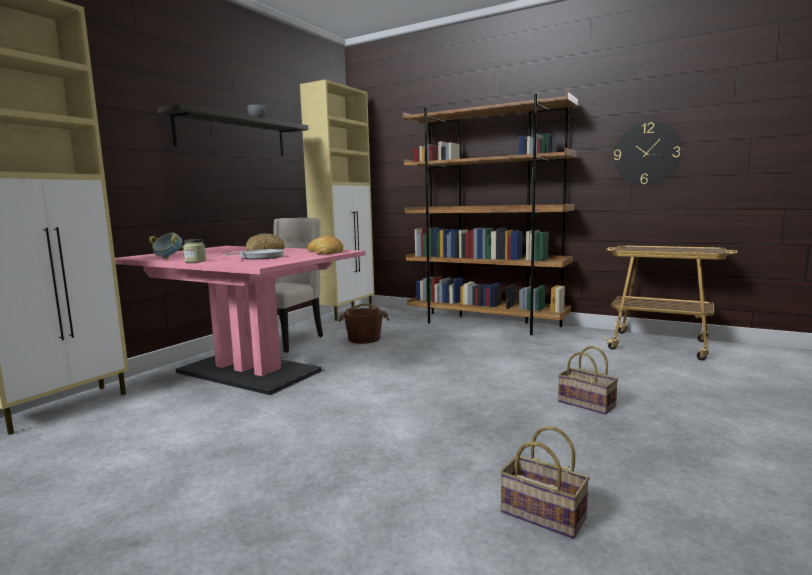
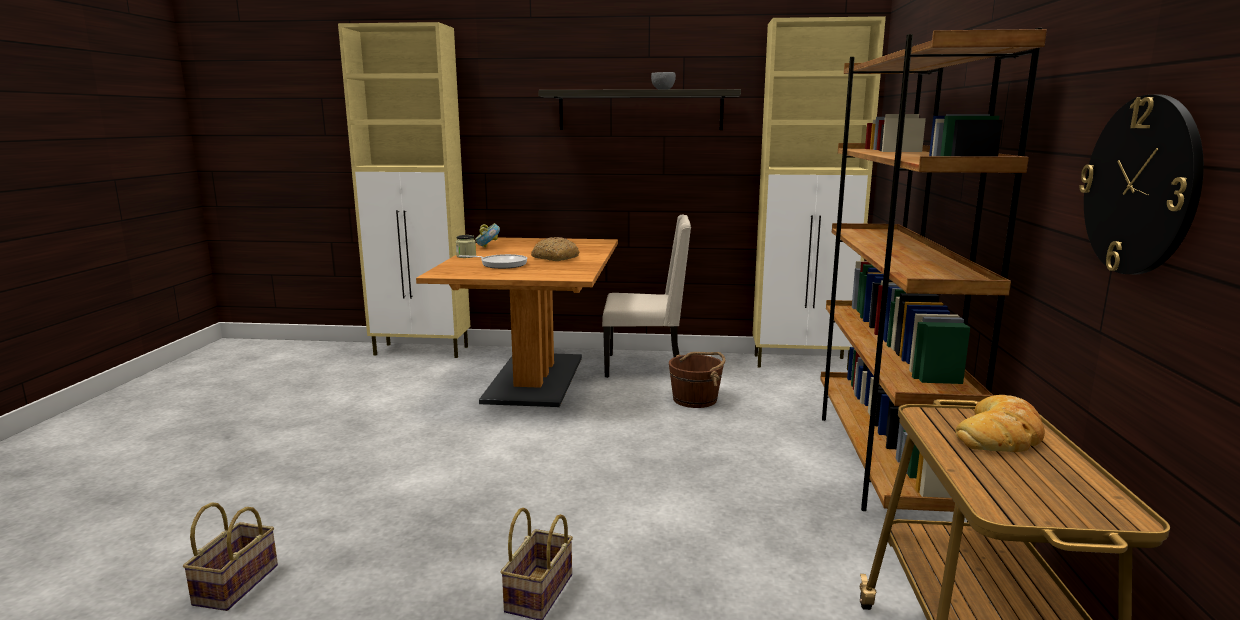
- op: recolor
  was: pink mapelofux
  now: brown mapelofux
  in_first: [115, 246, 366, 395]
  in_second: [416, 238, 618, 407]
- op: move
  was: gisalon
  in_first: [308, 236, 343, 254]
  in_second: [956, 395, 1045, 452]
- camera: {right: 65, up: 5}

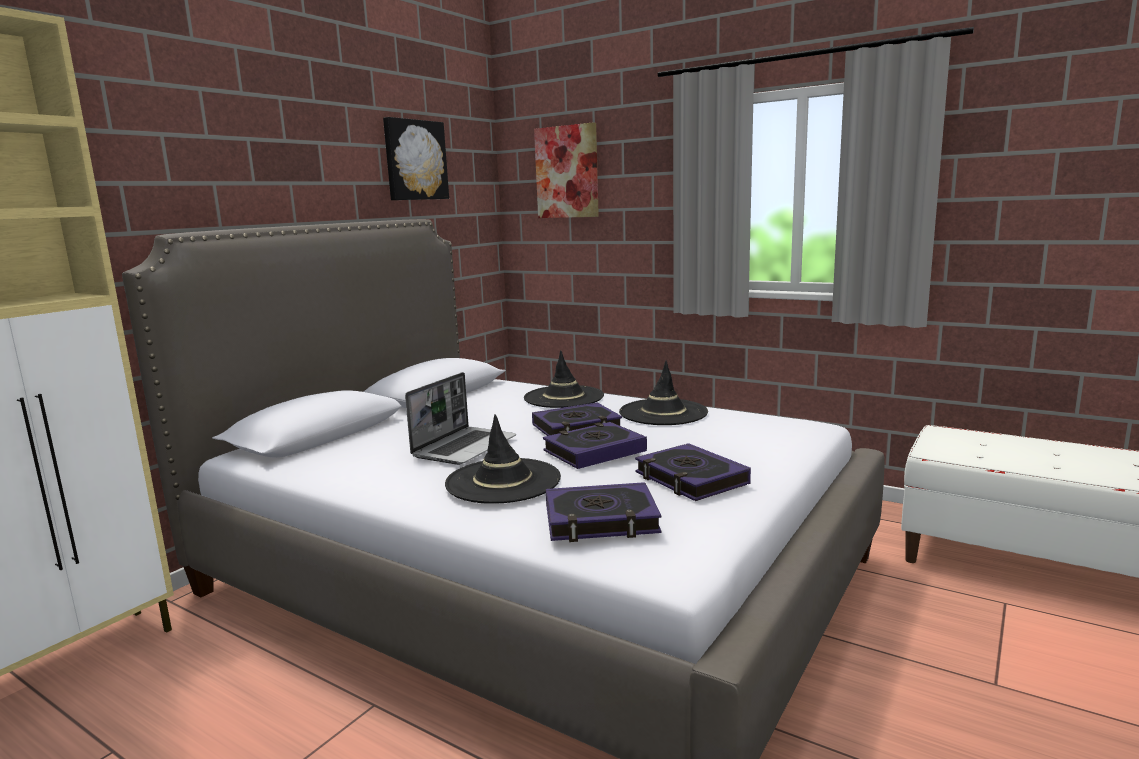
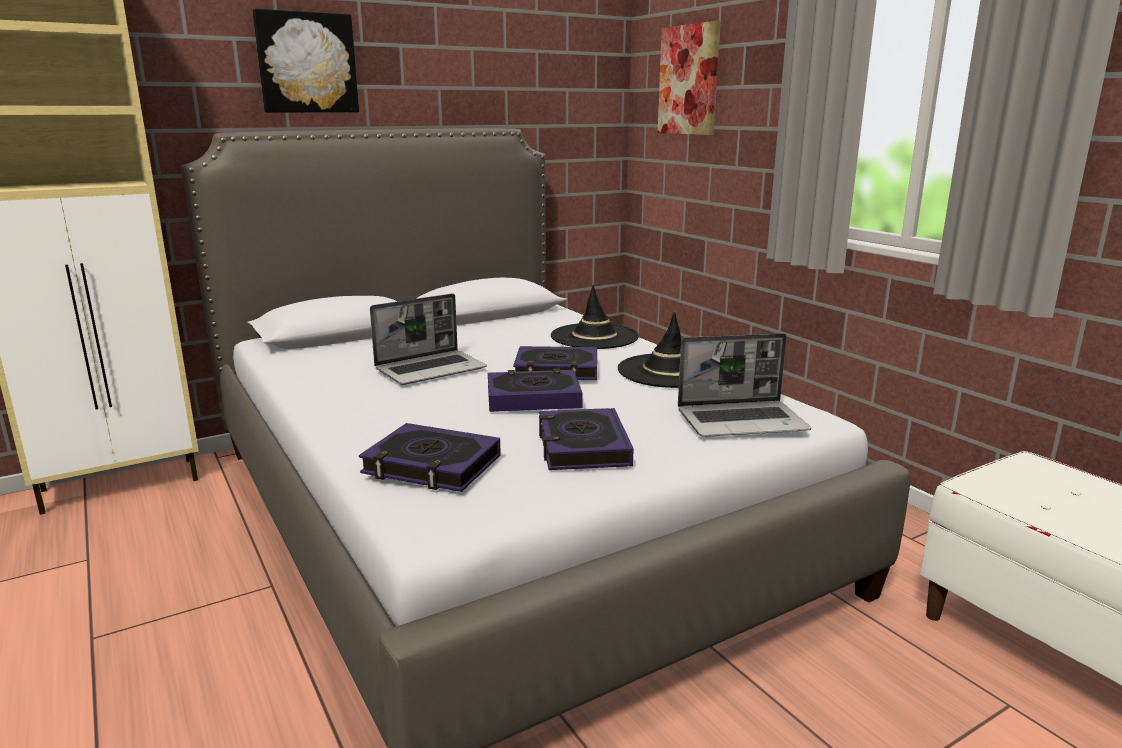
- op: move
  was: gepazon
  in_first: [383, 117, 449, 200]
  in_second: [253, 9, 359, 112]
- op: insert
  now: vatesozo
  in_second: [678, 333, 811, 437]
- op: delete
  was: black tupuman
  in_first: [445, 414, 561, 504]
- camera: {right: 25, up: 5}

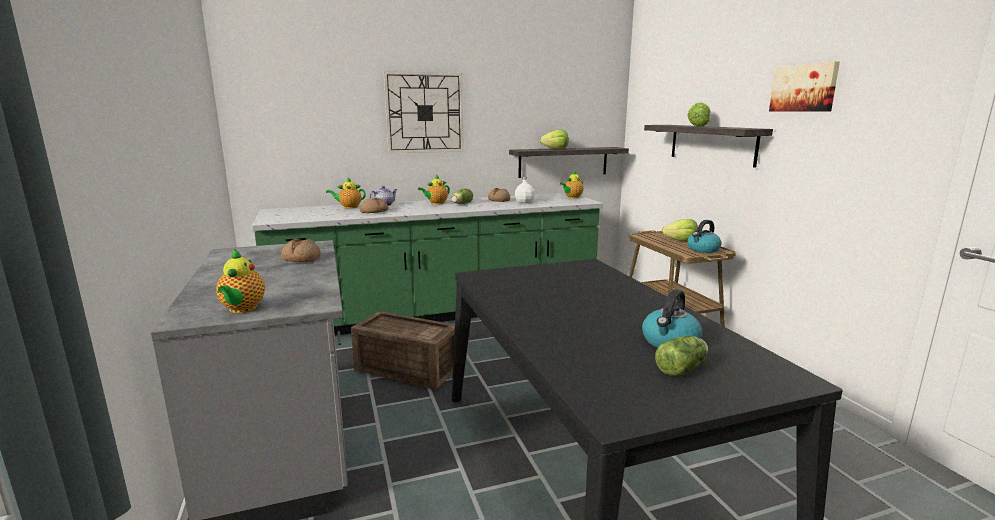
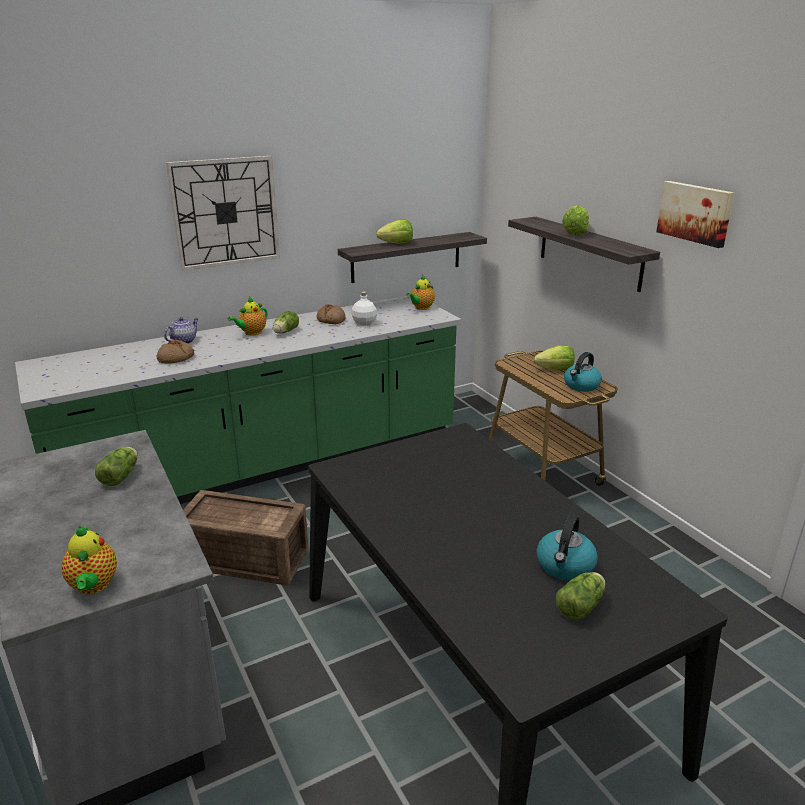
- op: replace
  was: gisalon
  now: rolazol
  in_first: [281, 239, 321, 262]
  in_second: [95, 447, 138, 486]
- op: delete
  was: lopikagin
  in_first: [326, 177, 366, 209]
- camera: {right: -10, up: 10}

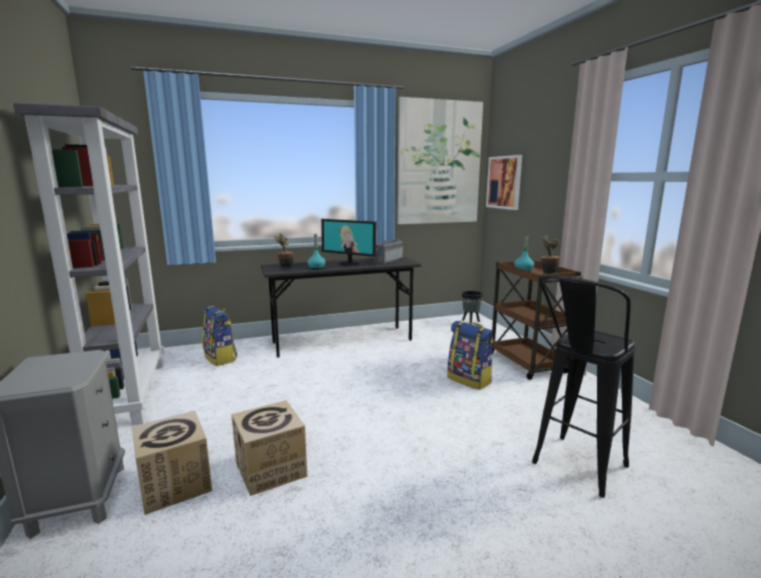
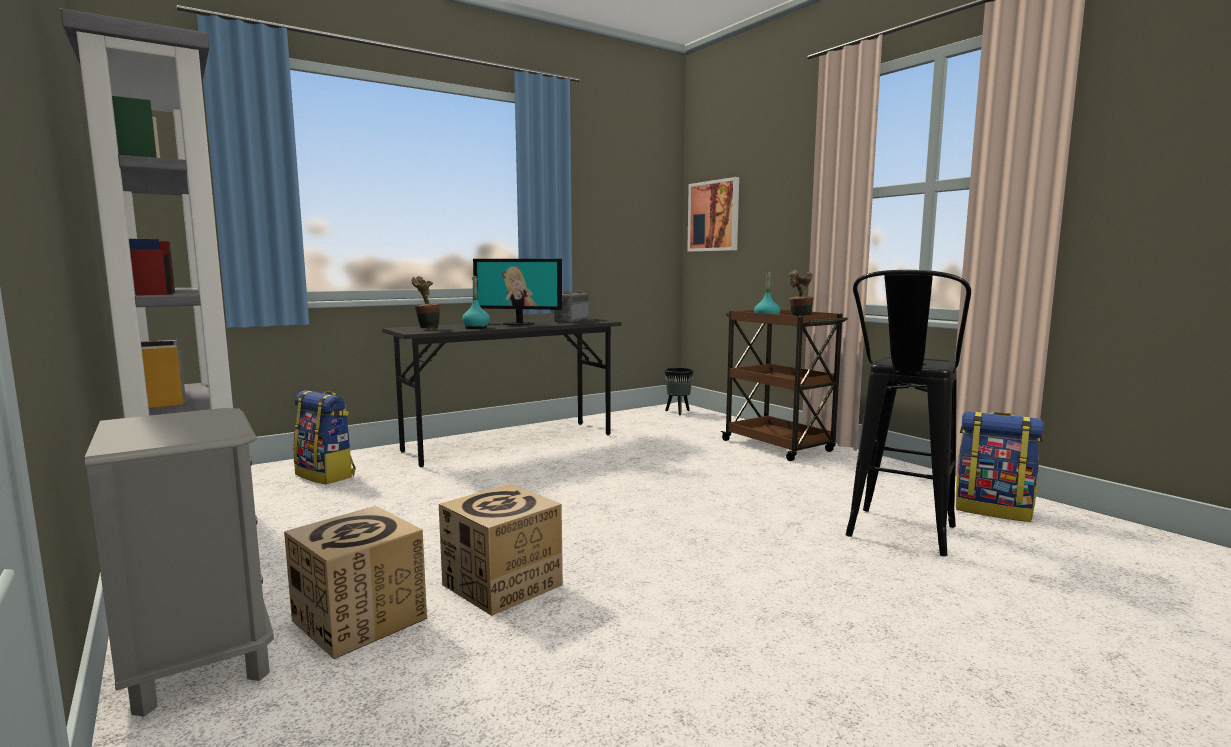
- op: move
  was: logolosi
  in_first: [447, 321, 494, 390]
  in_second: [956, 411, 1044, 522]
- op: delete
  was: gepazon
  in_first: [397, 97, 483, 224]
- camera: {right: -15, up: -5}

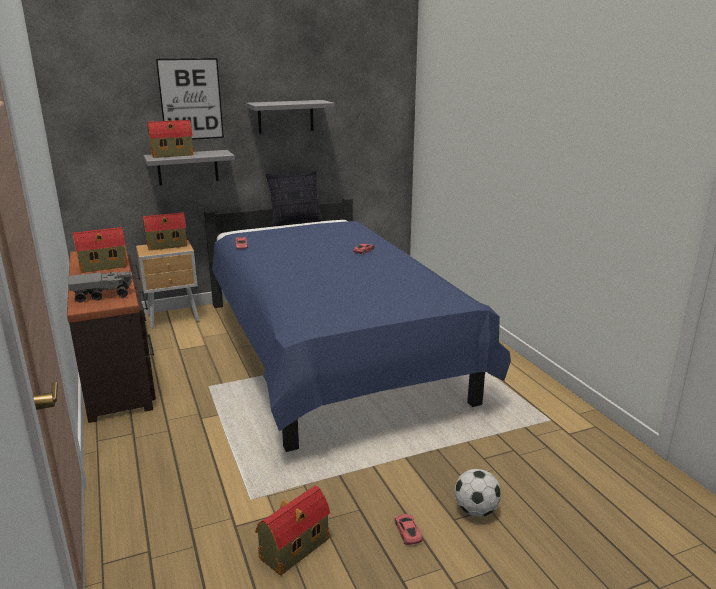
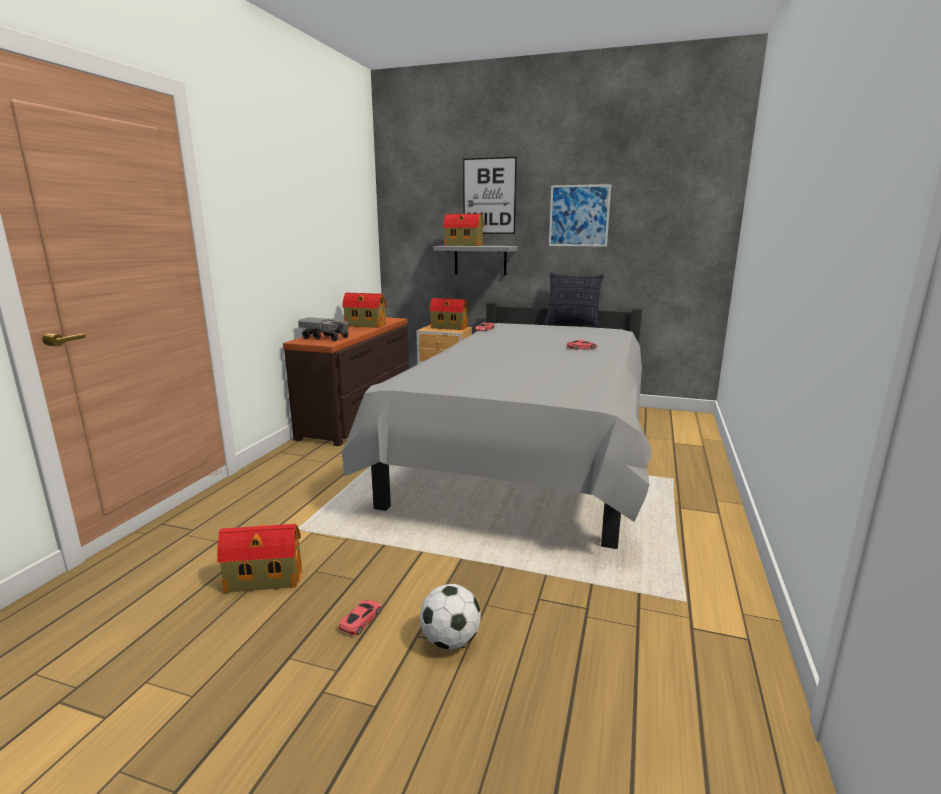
- op: recolor
  was: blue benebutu
  now: grey benebutu
  in_first: [204, 197, 511, 452]
  in_second: [342, 302, 652, 549]
- op: replace
  was: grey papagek
  now: gepazon
  in_first: [246, 100, 335, 134]
  in_second: [549, 184, 611, 247]
- camera: {right: 40, up: -5}

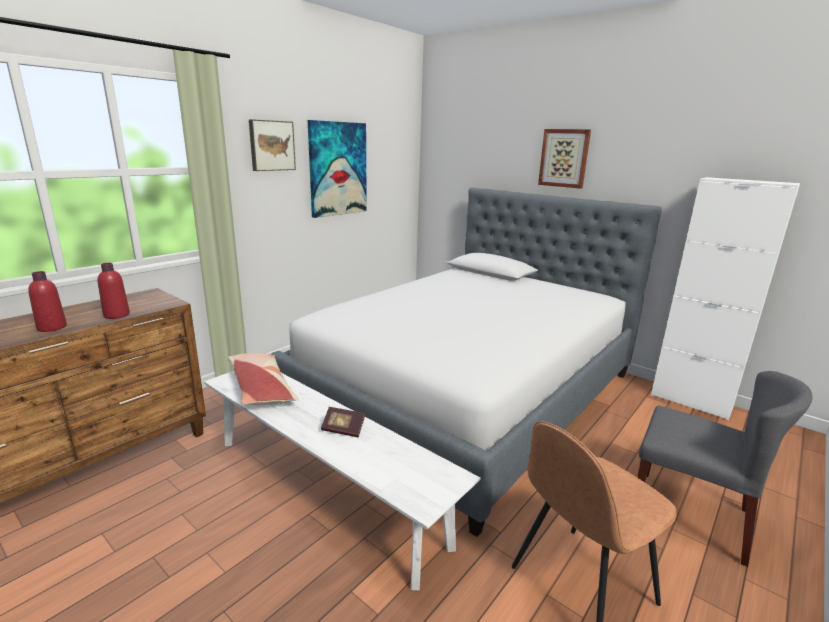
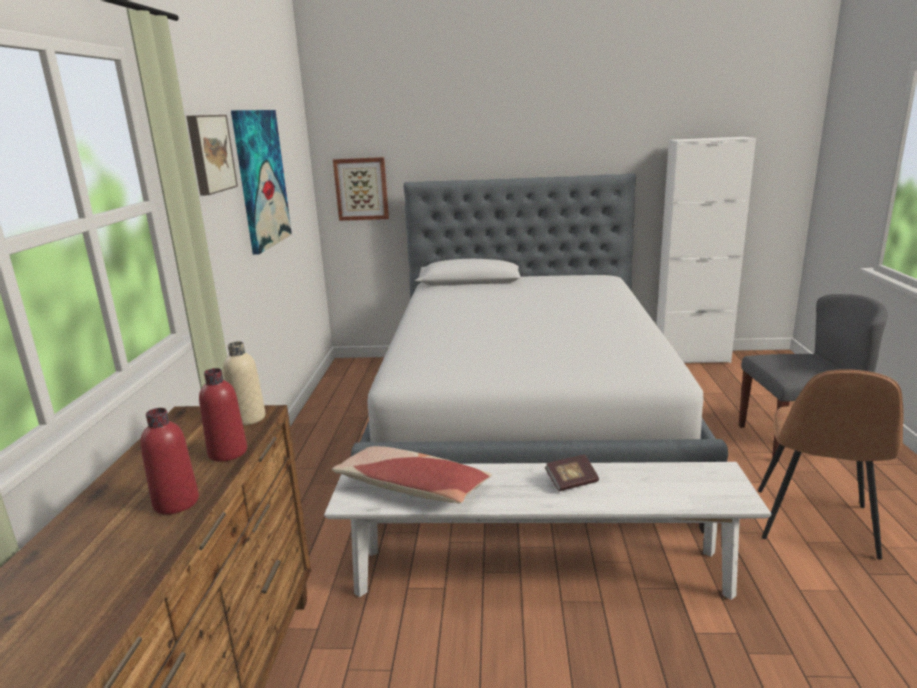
- op: insert
  now: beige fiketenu
  in_second: [223, 341, 265, 425]
- op: move
  was: gepazon
  in_first: [538, 129, 591, 189]
  in_second: [333, 157, 389, 221]
- camera: {right: -35, up: 0}

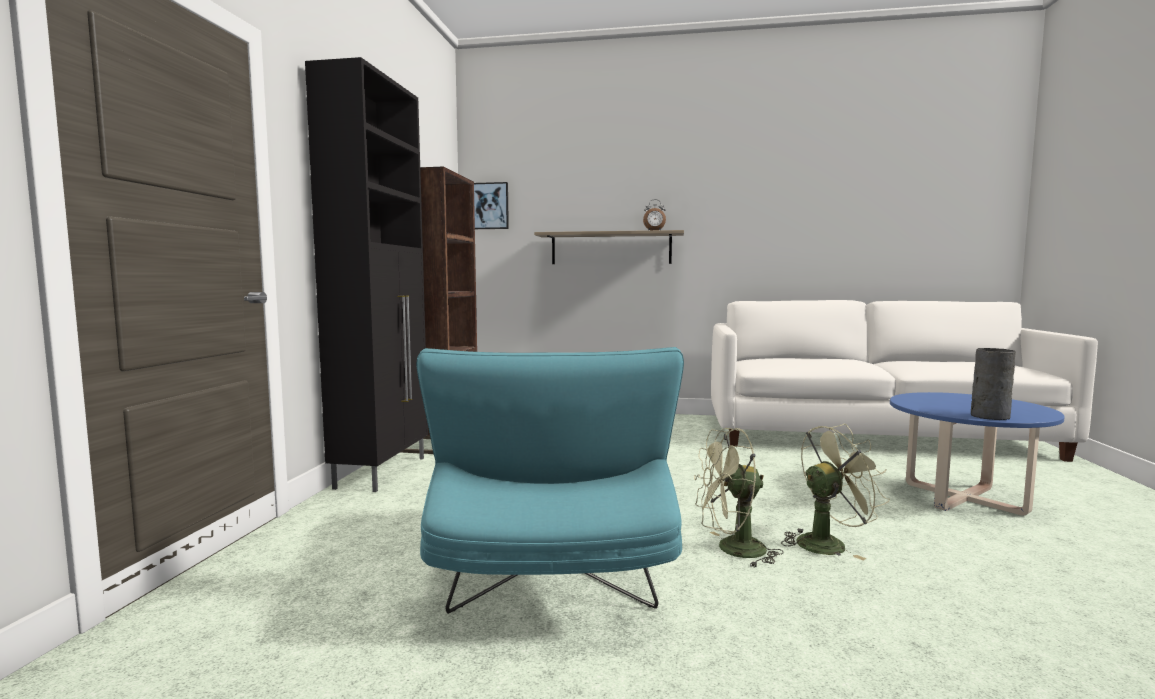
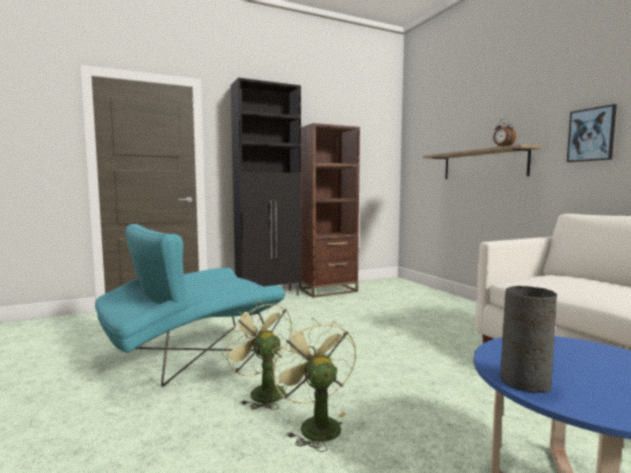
- op: rotate
  was: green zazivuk
  in_first: [781, 423, 890, 561]
  in_second: [271, 318, 356, 452]
  clockwise: -150
- op: move
  was: gepazon
  in_first: [474, 182, 509, 229]
  in_second: [567, 104, 617, 162]
- camera: {right: 55, up: 0}

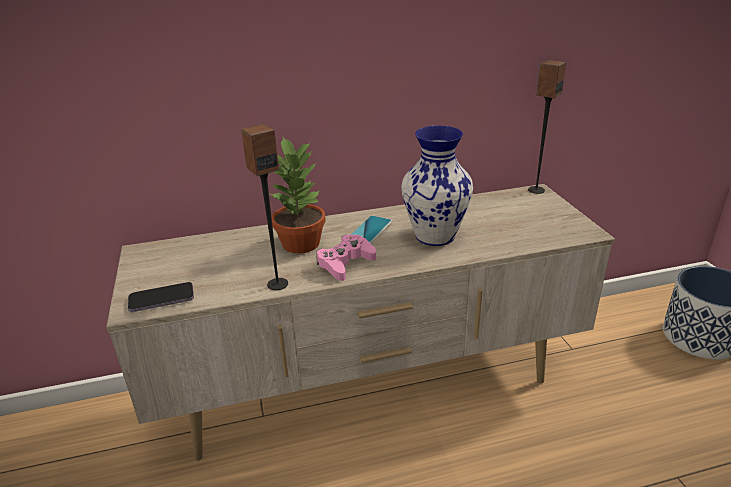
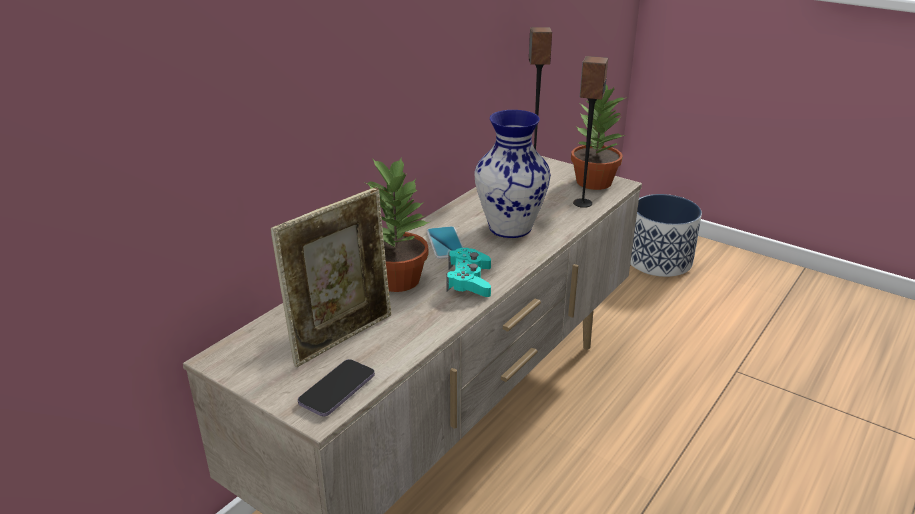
- op: insert
  now: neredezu
  in_second: [270, 187, 391, 367]
- op: recolor
  was: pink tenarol
  now: turquoise tenarol
  in_first: [316, 234, 376, 281]
  in_second: [446, 248, 491, 297]
- op: insert
  now: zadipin
  in_second: [571, 85, 627, 190]
- op: move
  was: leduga
  in_first: [241, 124, 288, 290]
  in_second: [573, 56, 608, 208]
- camera: {right: -40, up: 0}

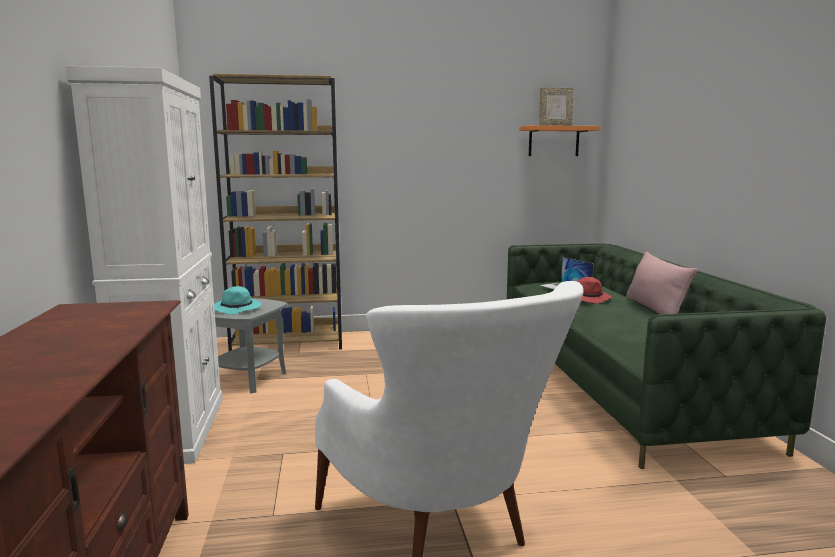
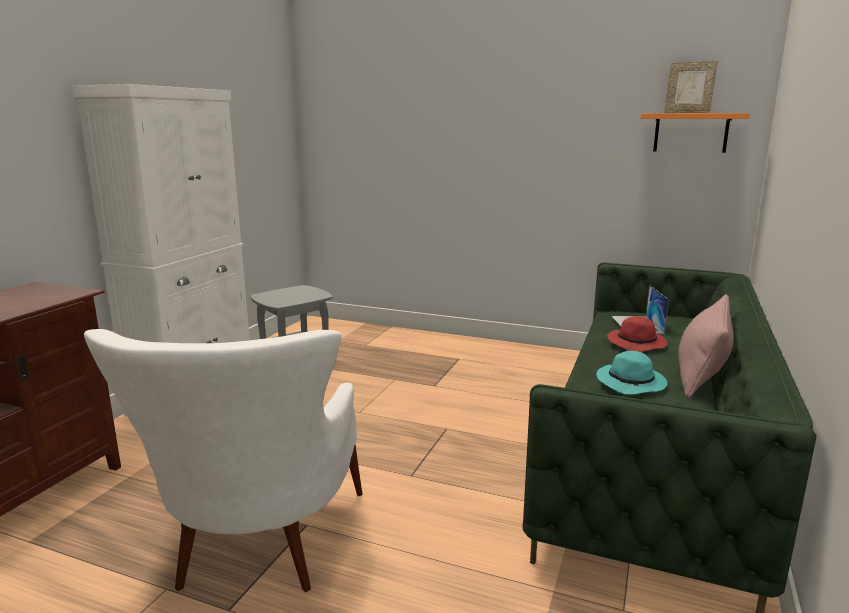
- op: move
  was: turquoise tupuman
  in_first: [214, 286, 261, 315]
  in_second: [596, 351, 667, 395]
- op: delete
  was: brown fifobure
  in_first: [209, 74, 342, 351]
- camera: {right: 30, up: 5}

